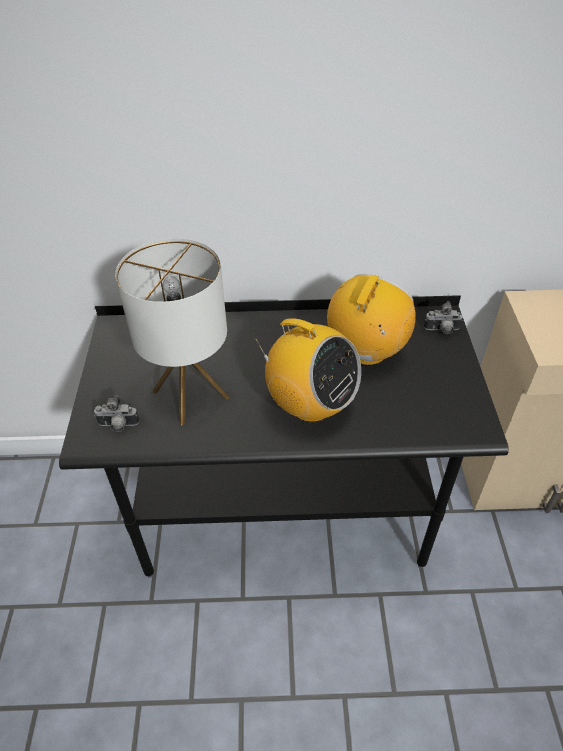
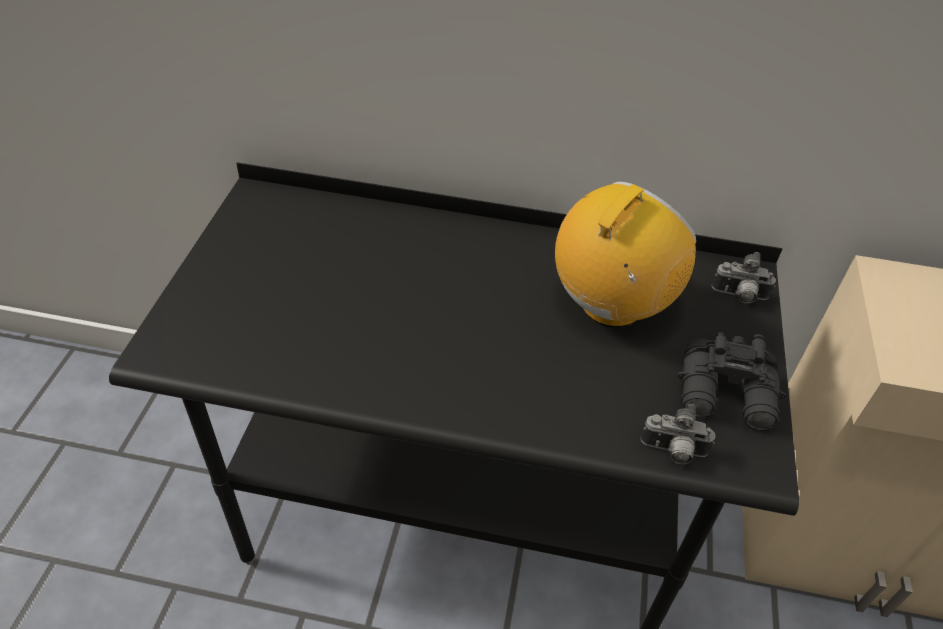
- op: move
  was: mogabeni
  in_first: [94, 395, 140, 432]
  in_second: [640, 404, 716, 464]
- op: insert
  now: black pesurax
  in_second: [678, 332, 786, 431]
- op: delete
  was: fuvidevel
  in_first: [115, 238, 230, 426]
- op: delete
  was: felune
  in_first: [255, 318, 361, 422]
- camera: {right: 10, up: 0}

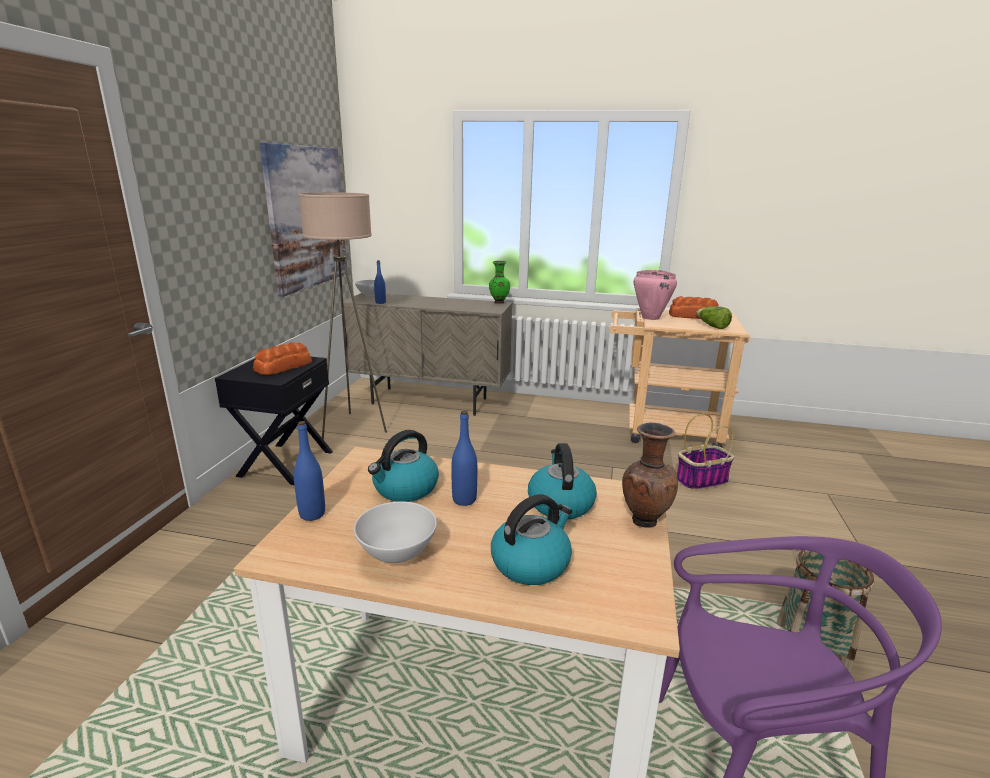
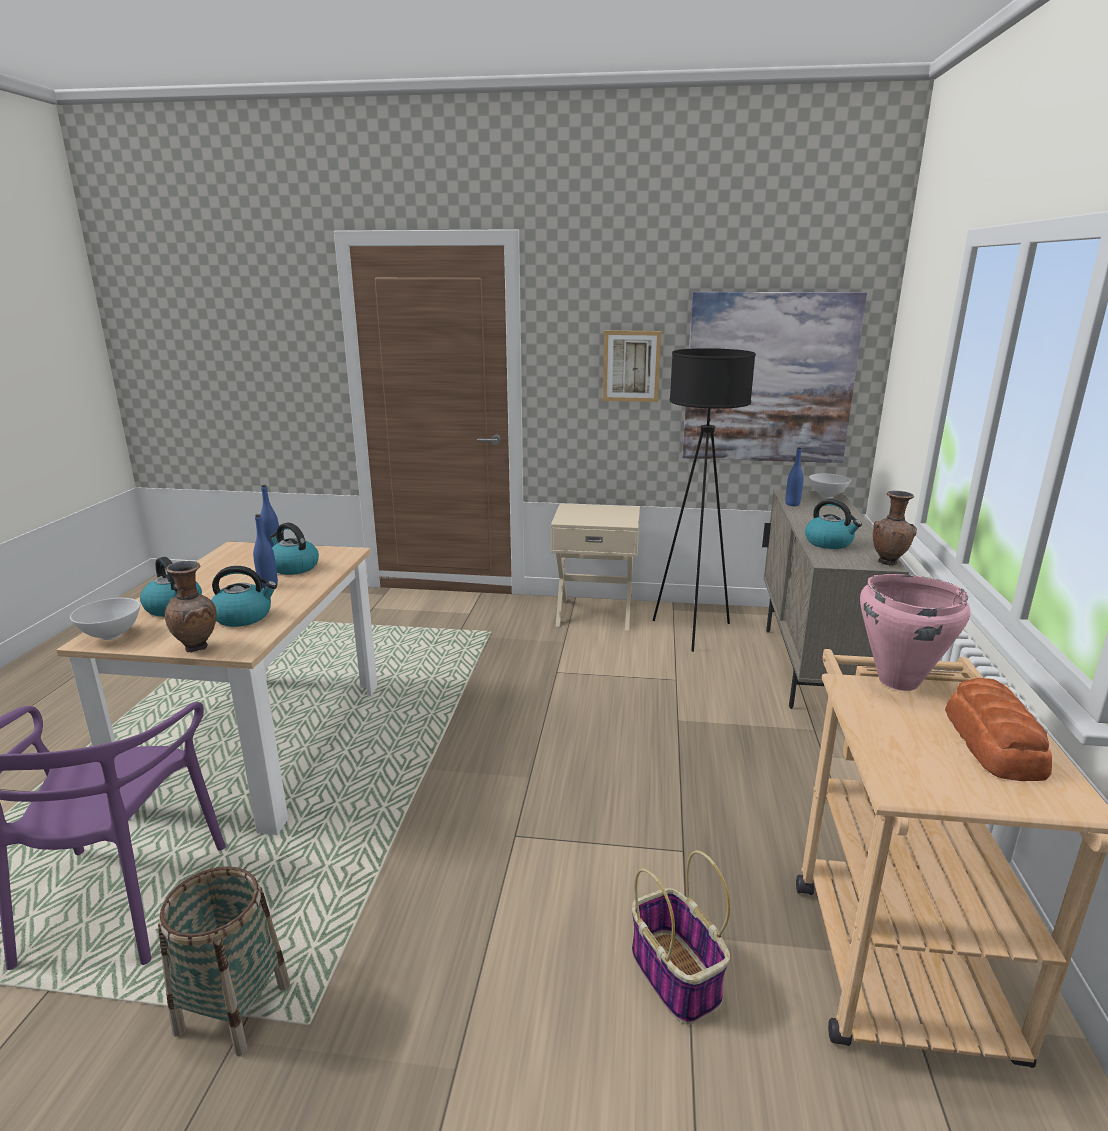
- op: move
  was: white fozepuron
  in_first: [354, 501, 437, 563]
  in_second: [70, 598, 140, 640]
- op: recolor
  was: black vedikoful
  now: beige vedikoful
  in_first: [215, 357, 333, 485]
  in_second: [551, 504, 640, 631]
- op: insert
  now: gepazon
  in_second: [603, 330, 662, 402]
- op: recolor
  was: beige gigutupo
  now: black gigutupo
  in_first: [298, 192, 387, 440]
  in_second: [653, 348, 756, 652]
- op: insert
  now: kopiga
  in_second: [805, 499, 862, 549]
- op: recolor
  was: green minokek
  now: brown minokek
  in_first: [489, 261, 510, 304]
  in_second: [873, 491, 917, 566]
- op: delete
  was: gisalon
  in_first: [253, 342, 312, 375]
- op: delete
  was: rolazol
  in_first: [696, 306, 732, 329]
- camera: {right: 85, up: 0}

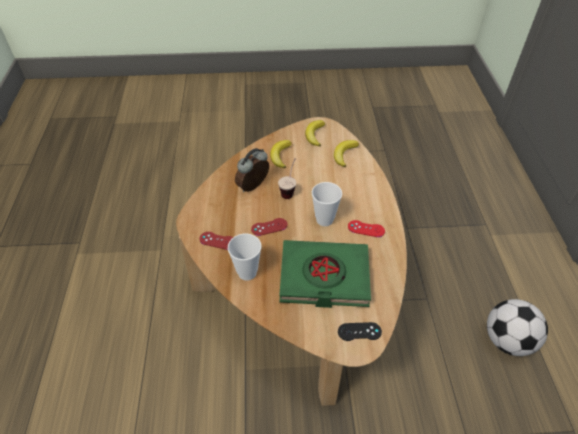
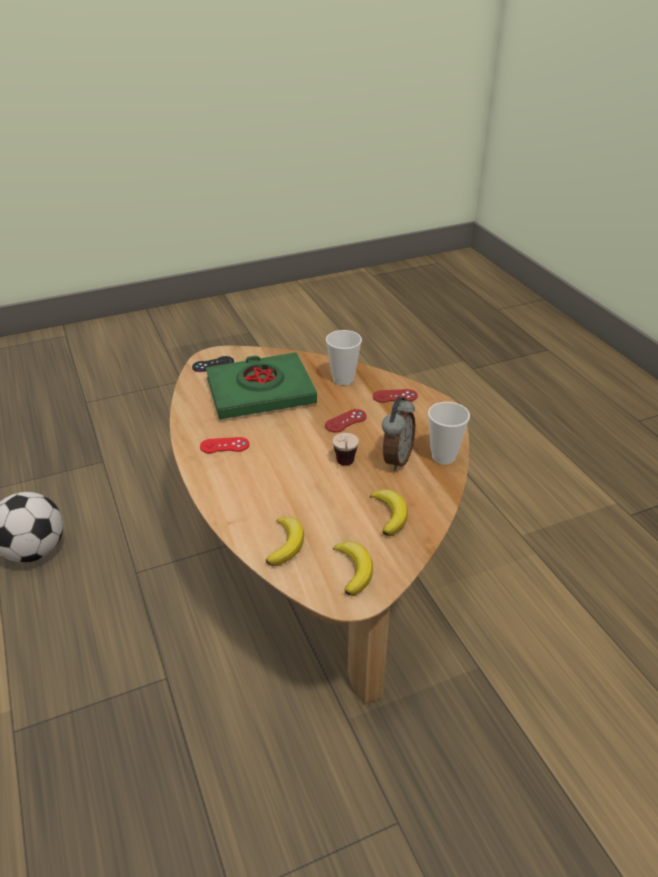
- op: move
  was: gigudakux
  in_first: [312, 182, 342, 226]
  in_second: [428, 402, 470, 464]
- camera: {right: 160, up: -10}

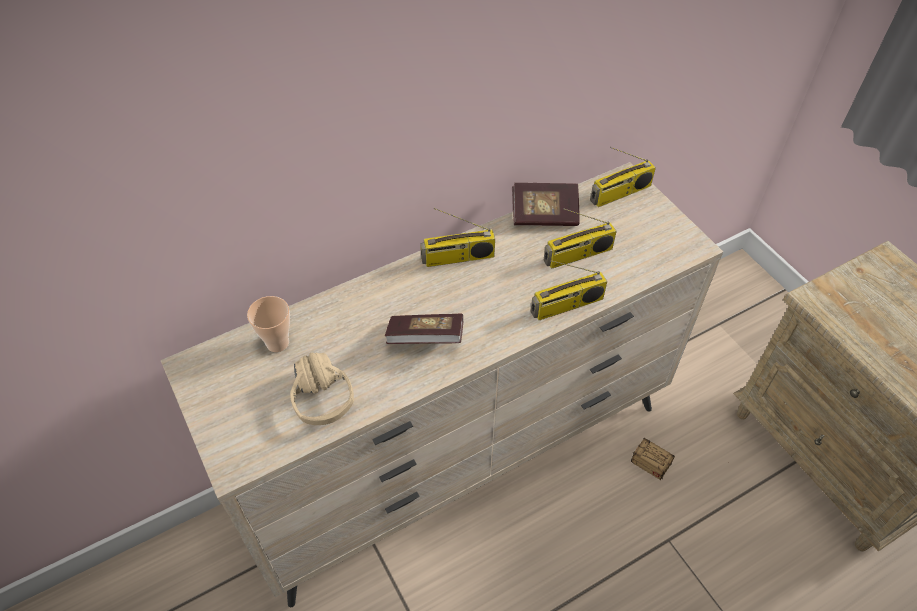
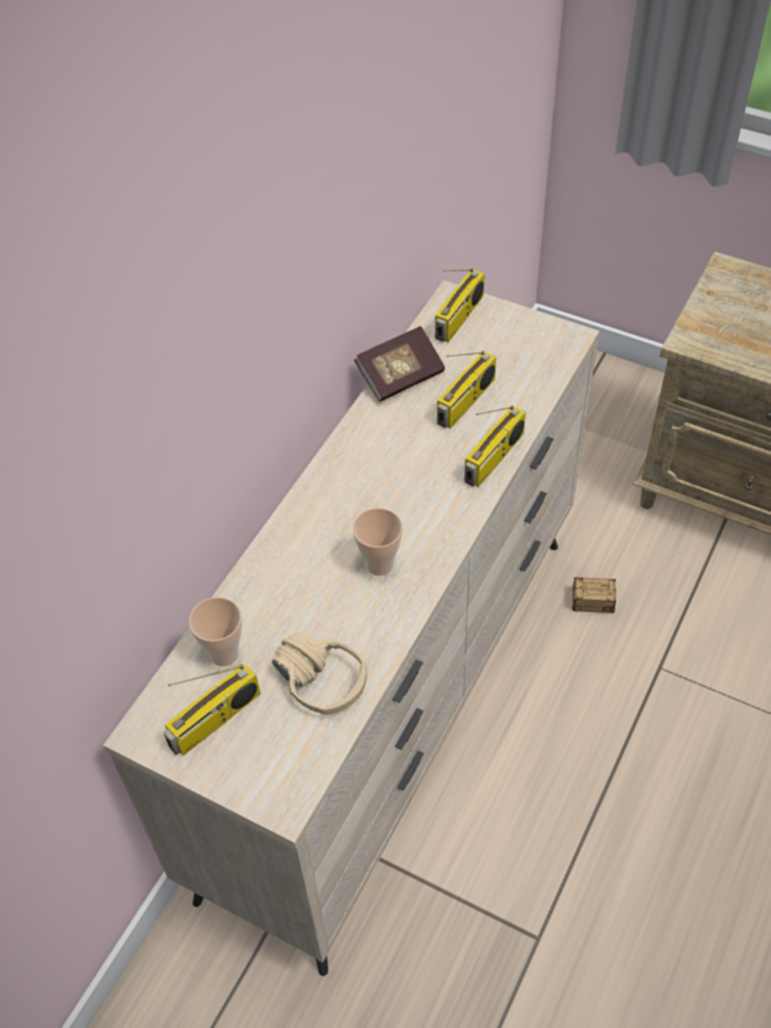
- op: move
  was: felune
  in_first: [420, 208, 495, 267]
  in_second: [163, 663, 261, 756]
- op: replace
  was: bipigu
  now: gigudakux
  in_first: [385, 314, 463, 344]
  in_second: [353, 508, 403, 576]
- camera: {right: -30, up: 0}

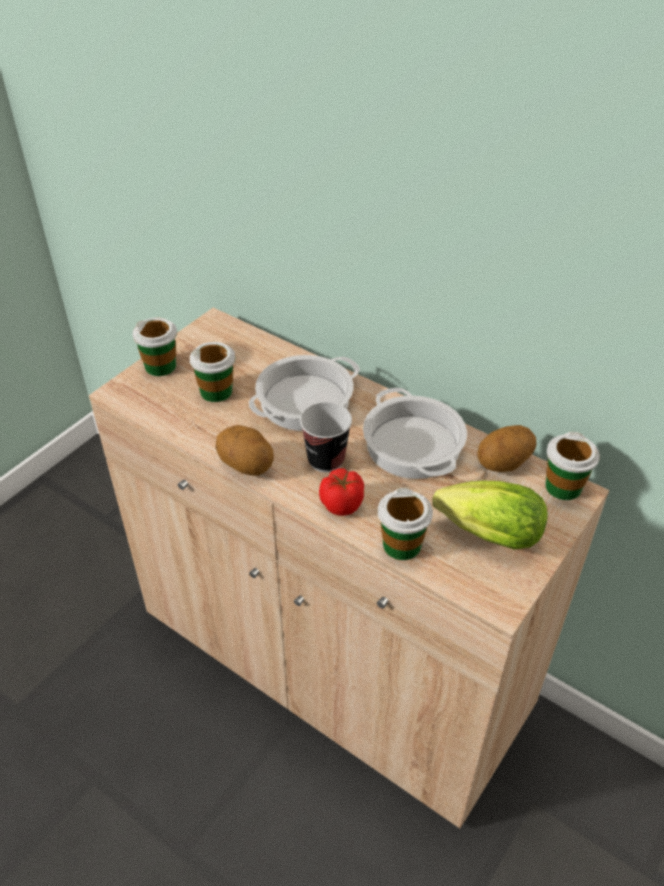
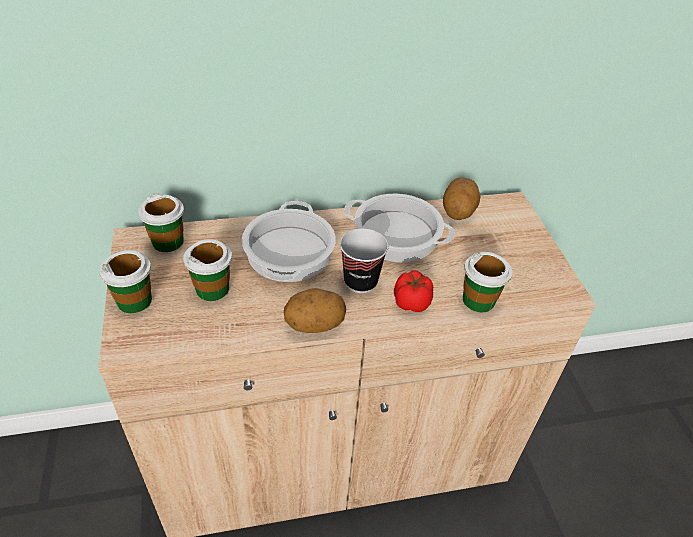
- op: move
  was: gigudakux
  in_first: [545, 432, 600, 500]
  in_second: [138, 193, 184, 252]
- op: delete
  was: rolazol
  in_first: [433, 481, 548, 550]
- camera: {right: -50, up: 0}

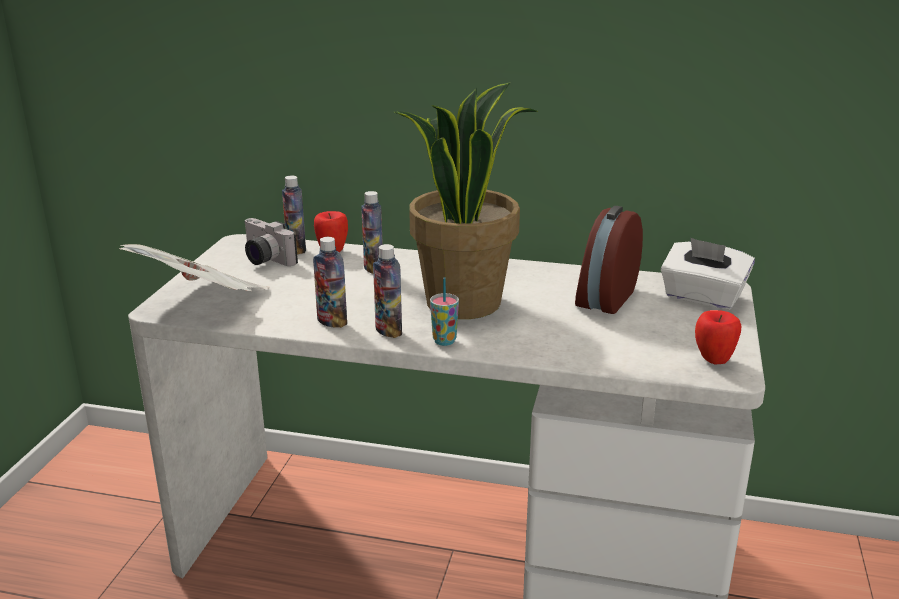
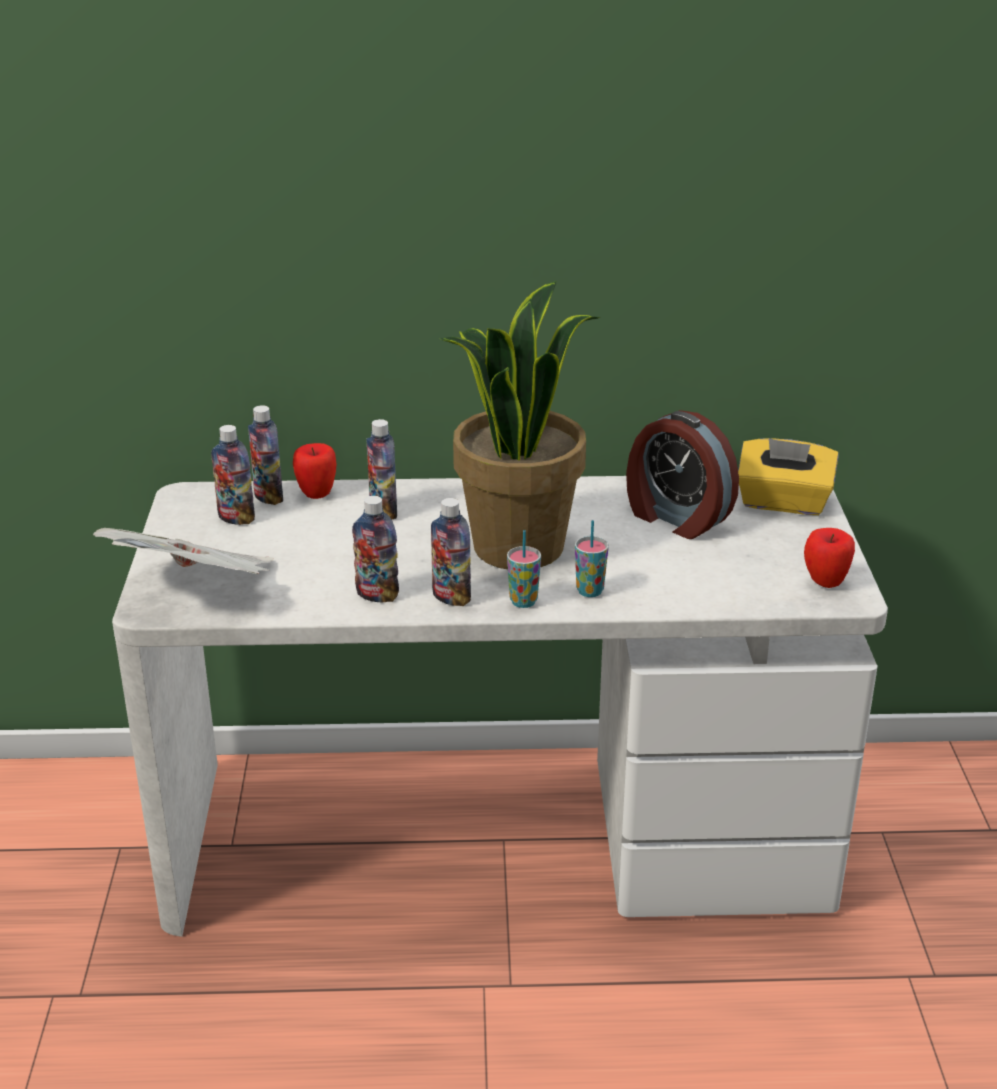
- op: replace
  was: mogabeni
  now: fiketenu
  in_first: [244, 218, 298, 266]
  in_second: [211, 425, 255, 525]
- op: insert
  now: gigudakux
  in_second: [575, 520, 609, 597]
- op: rotate
  was: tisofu
  in_first: [575, 206, 643, 314]
  in_second: [626, 410, 739, 539]
  clockwise: -60
- op: recolor
  was: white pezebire
  now: yellow pezebire
  in_first: [661, 238, 755, 310]
  in_second: [738, 438, 838, 515]
- camera: {right: -15, up: 5}

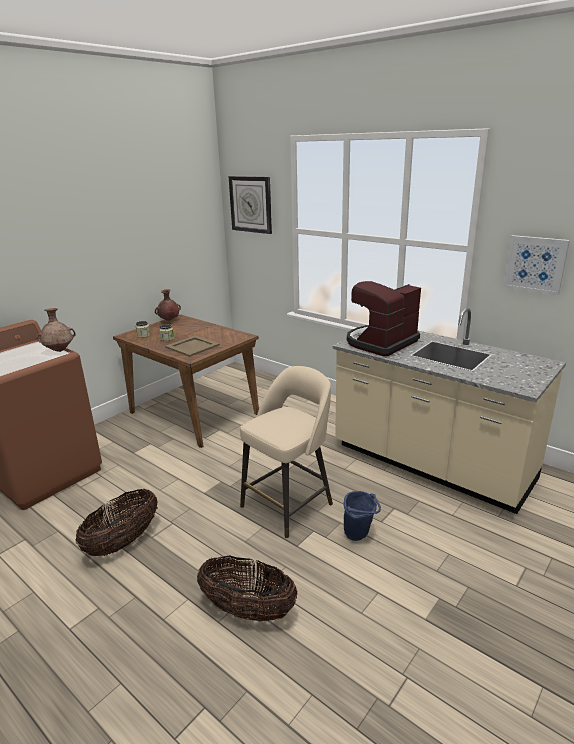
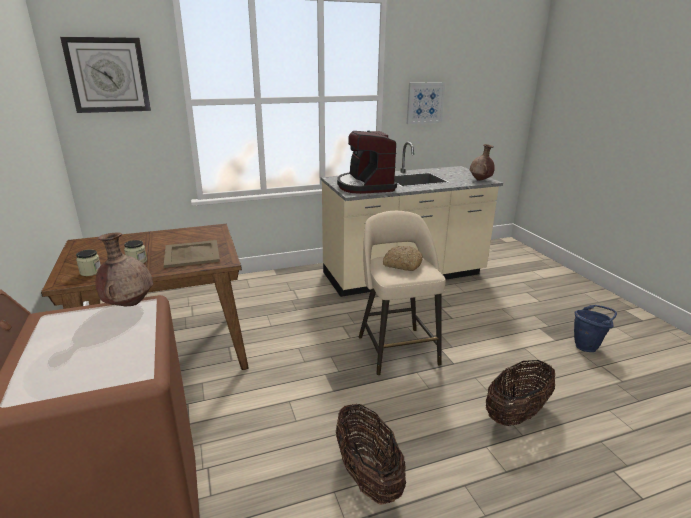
- op: insert
  now: gisalon
  in_second: [383, 246, 423, 271]
- op: move
  was: brown minokek
  in_first: [155, 289, 181, 321]
  in_second: [470, 144, 495, 181]
- op: move
  was: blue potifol
  in_first: [343, 491, 381, 541]
  in_second: [574, 305, 617, 352]
- camera: {right: -60, up: 0}

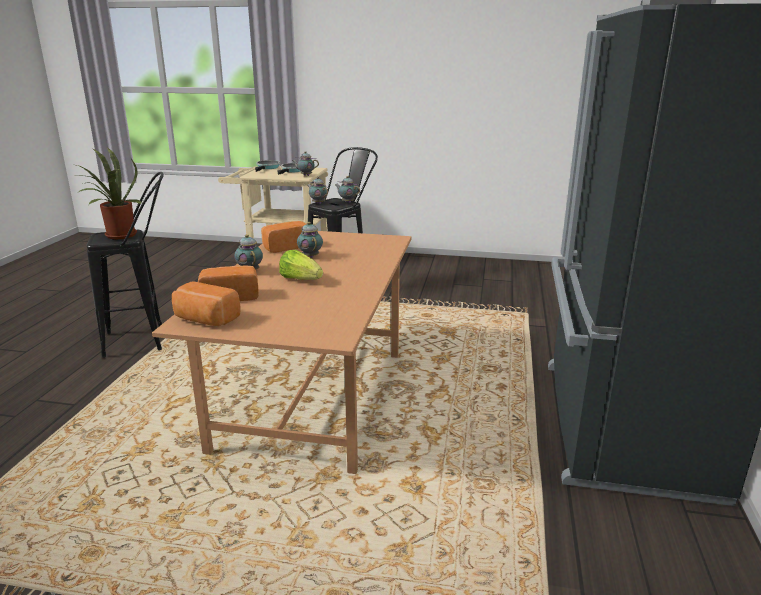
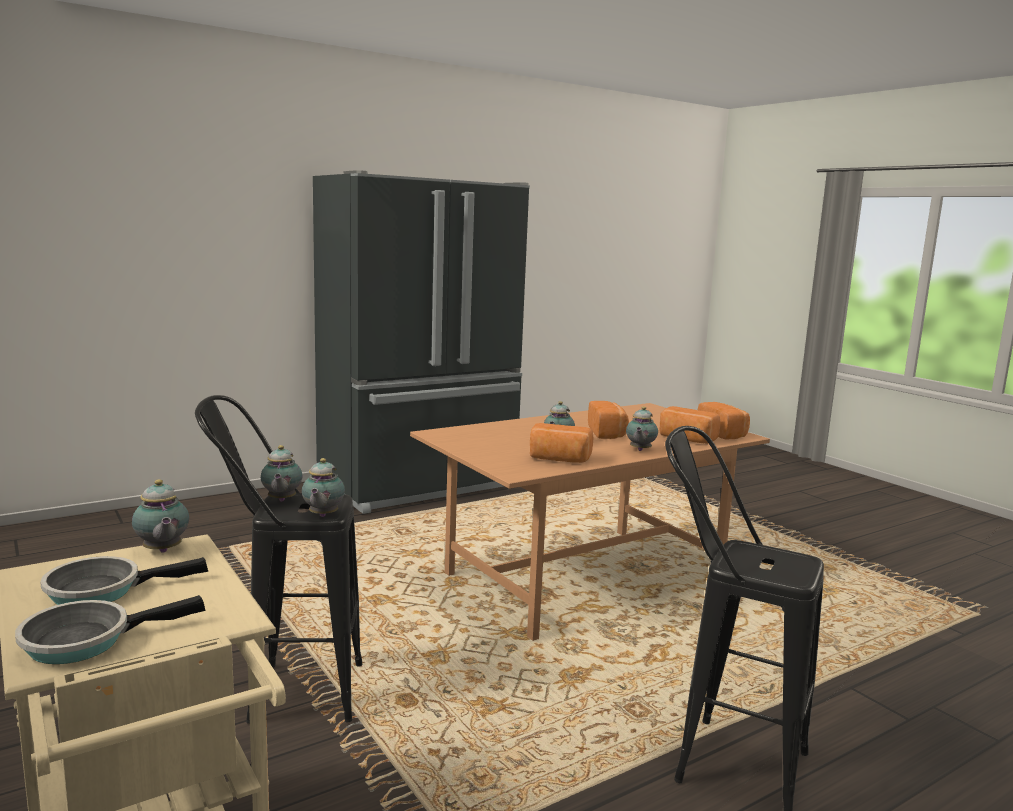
- op: replace
  was: rolazol
  now: gisalon
  in_first: [279, 250, 323, 280]
  in_second: [588, 401, 629, 439]
- op: delete
  was: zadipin
  in_first: [77, 147, 142, 239]
- camera: {right: -135, up: -10}

